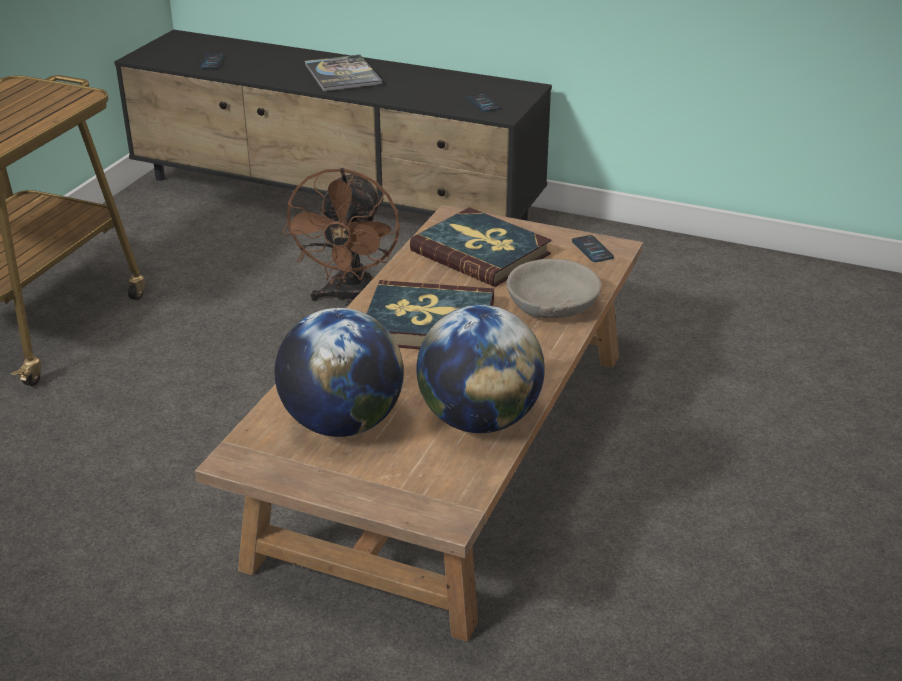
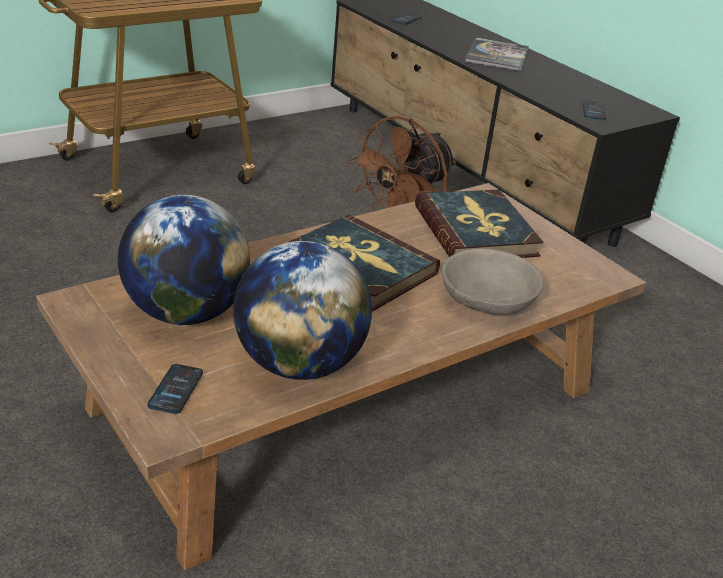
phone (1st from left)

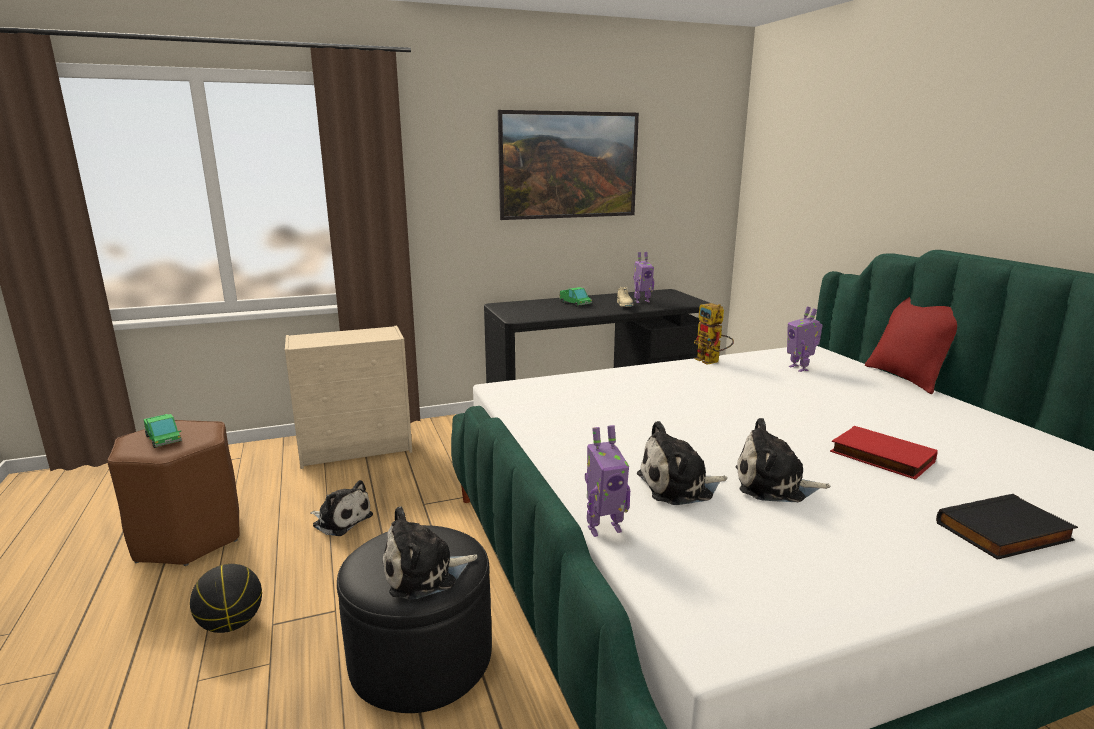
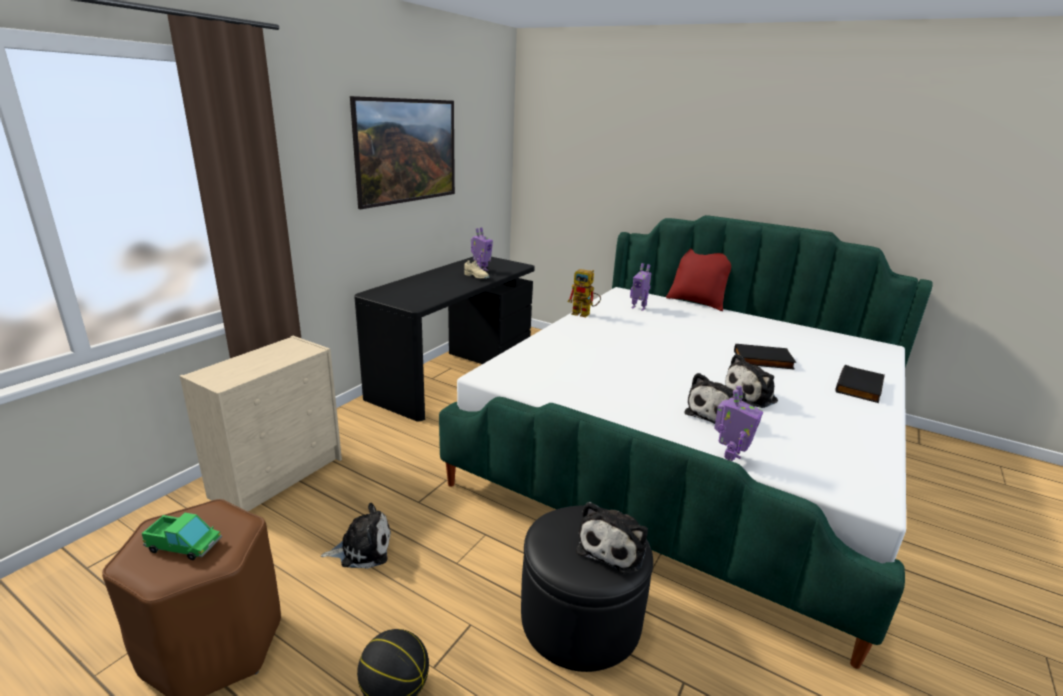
toy truck (2nd from left in the first image); book in black (1st from left)

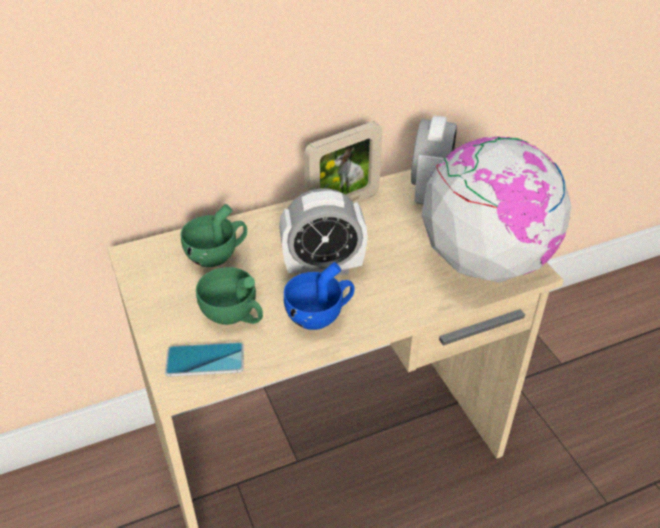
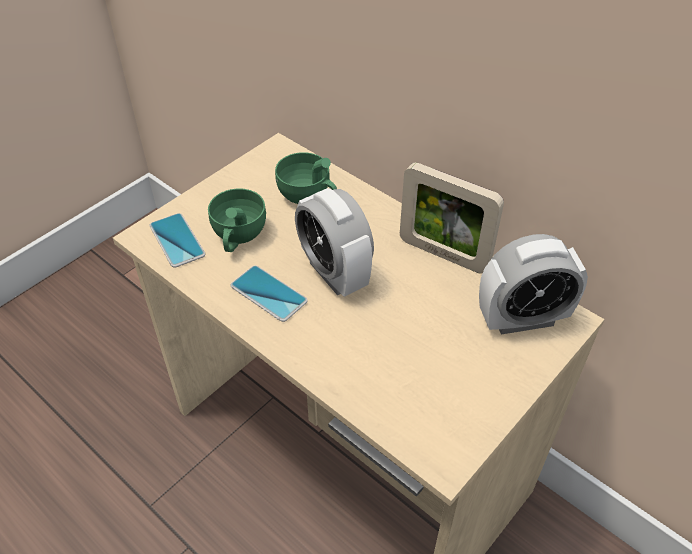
phone (2nd from left); globe

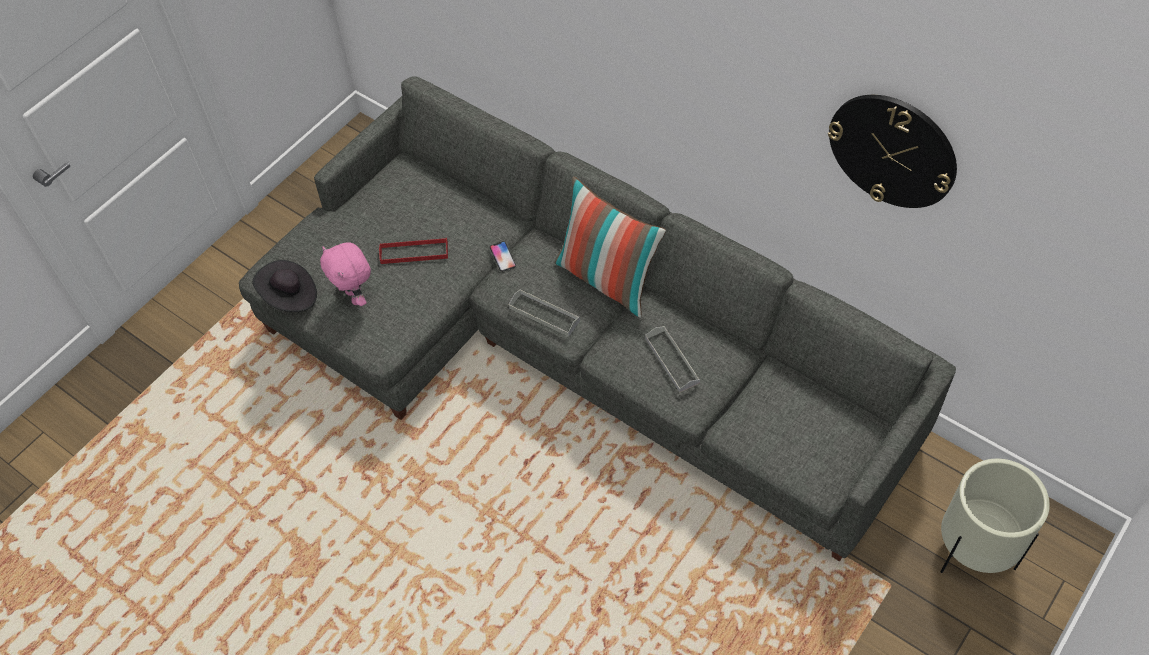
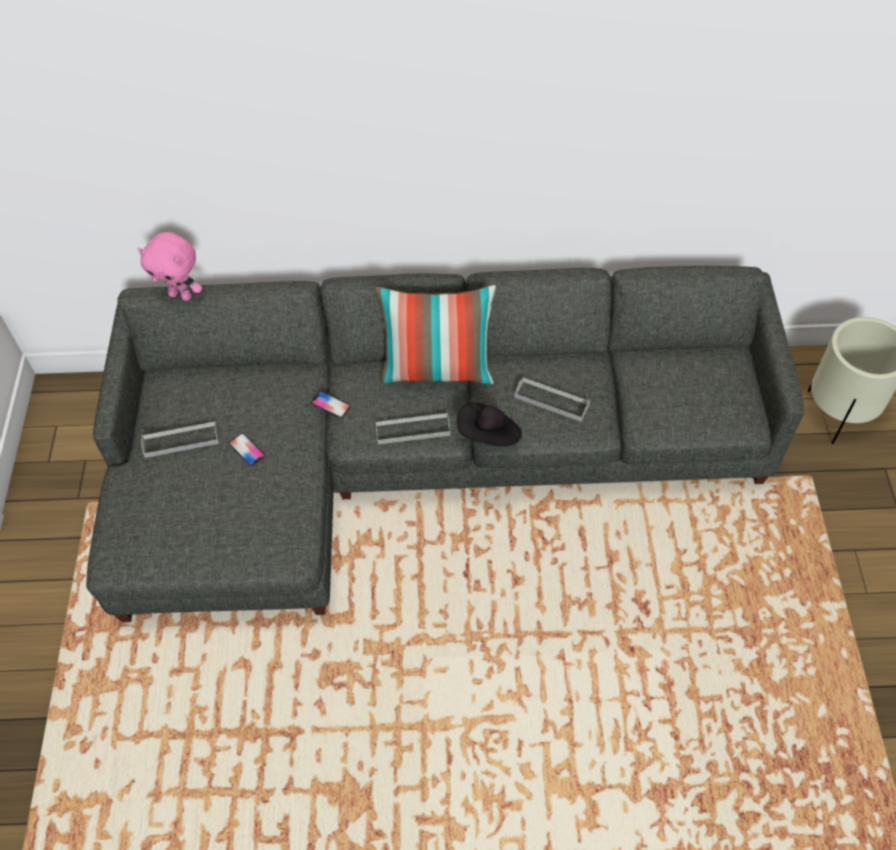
hat in black; plush toy in pink; phone (1st from left); wall clock; tray in grey (1st from left)

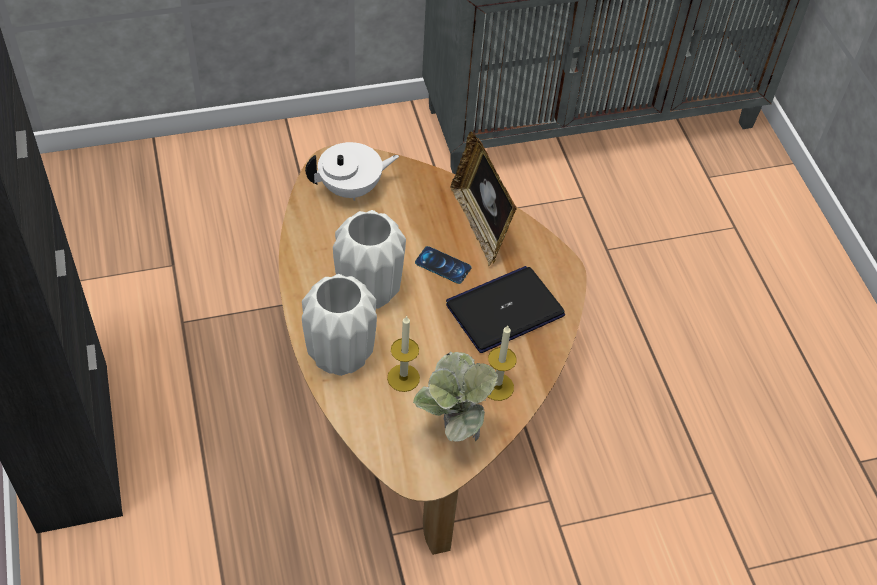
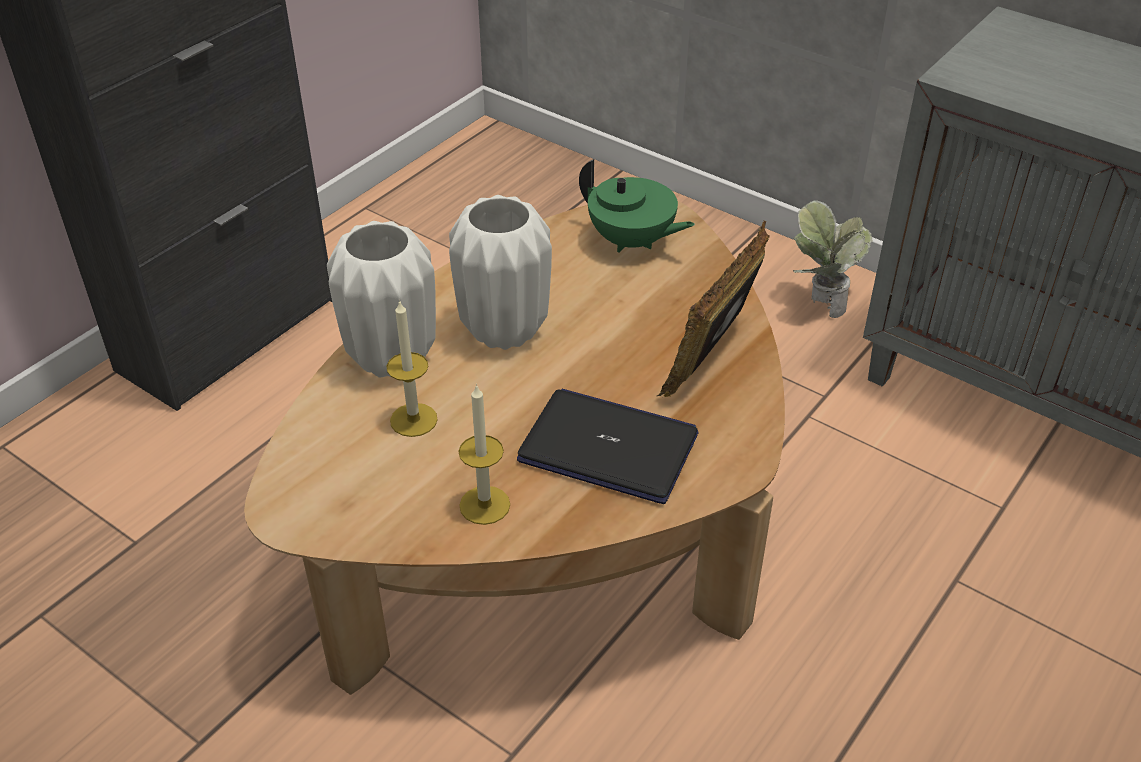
teapot in green; potted plant; phone

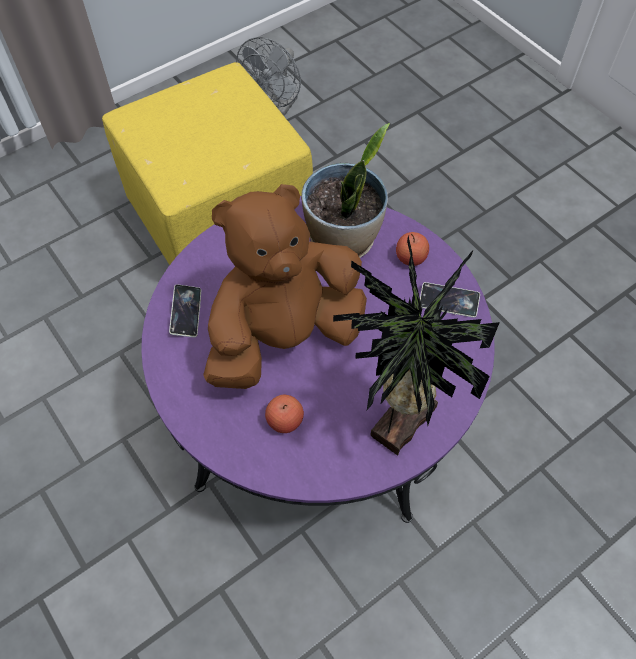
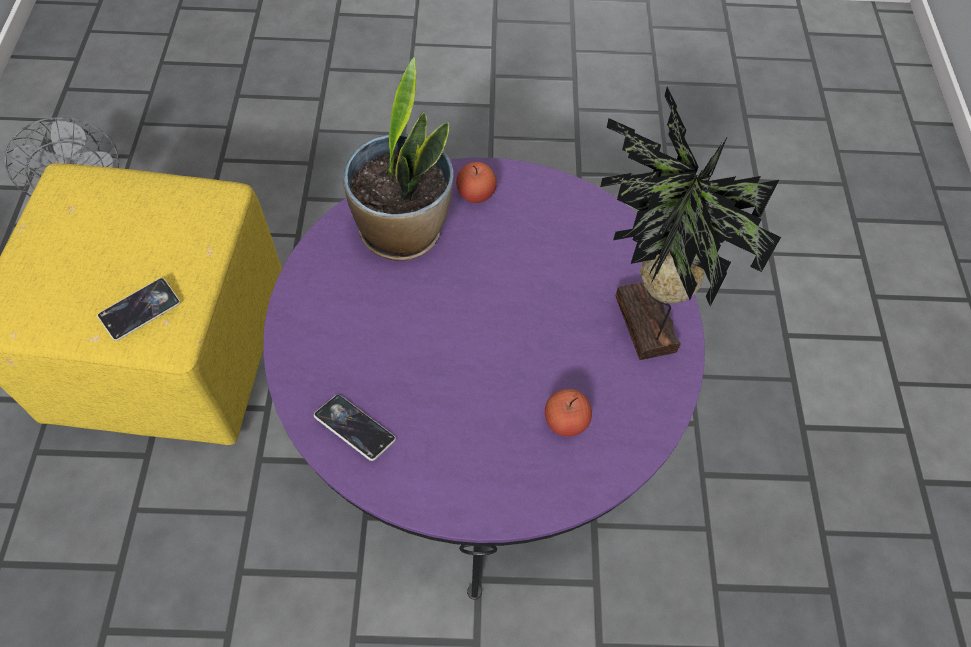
plush toy in brown; phone (1st from left)

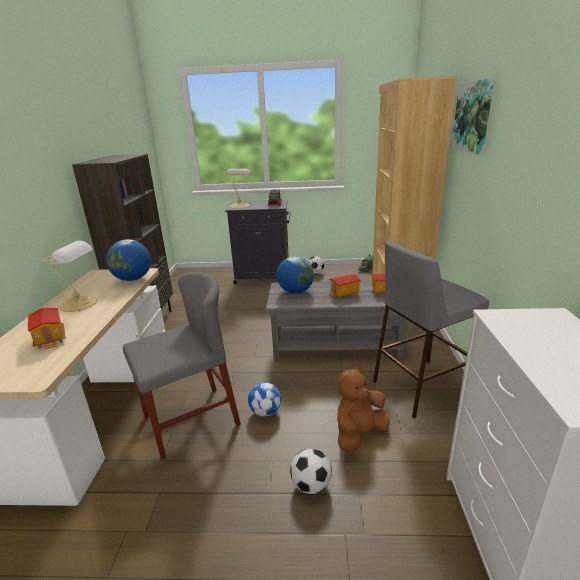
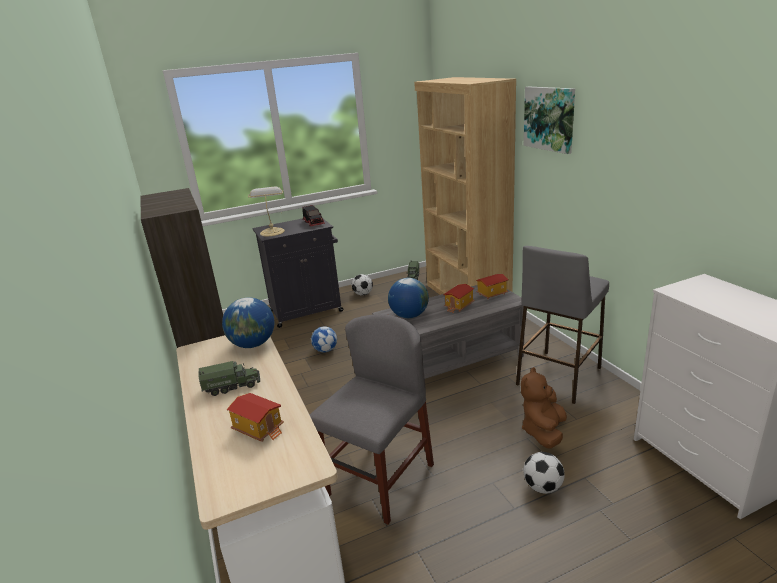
toy truck (1st from left); football (1st from left)

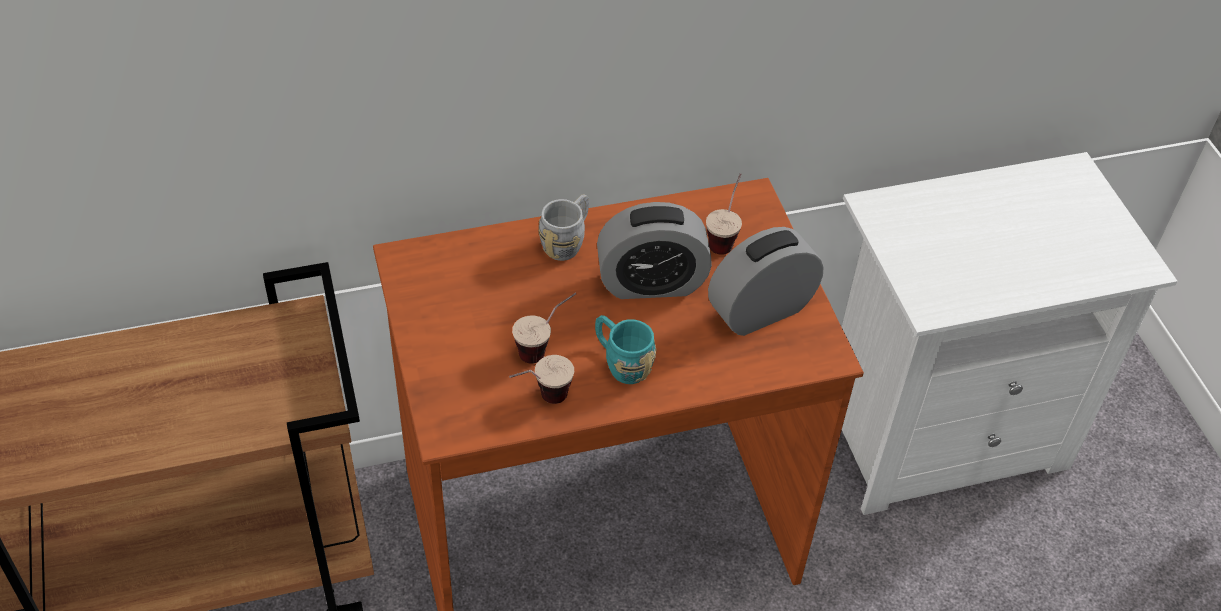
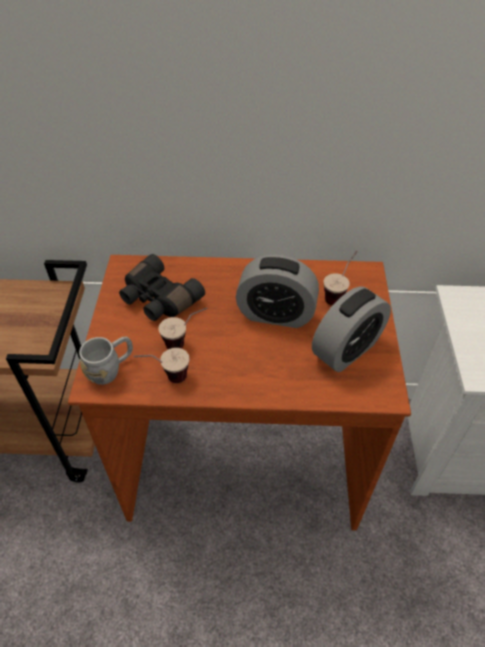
mug in grey; mug in turquoise; alarm clock (2nd from left); binoculars in black

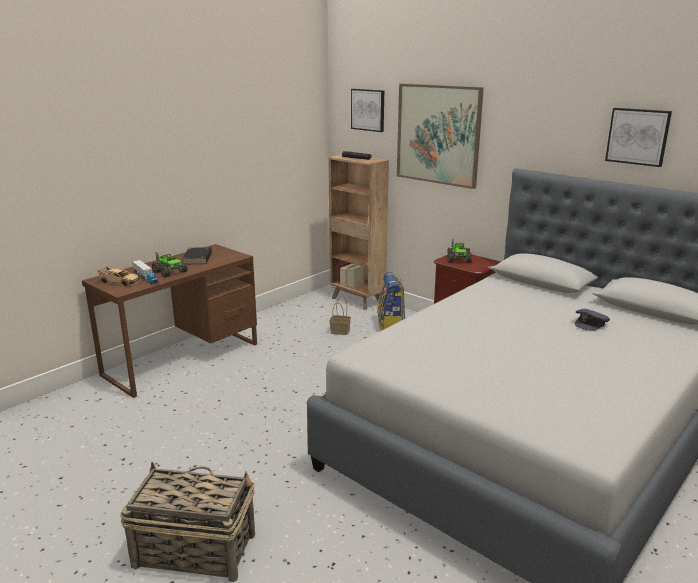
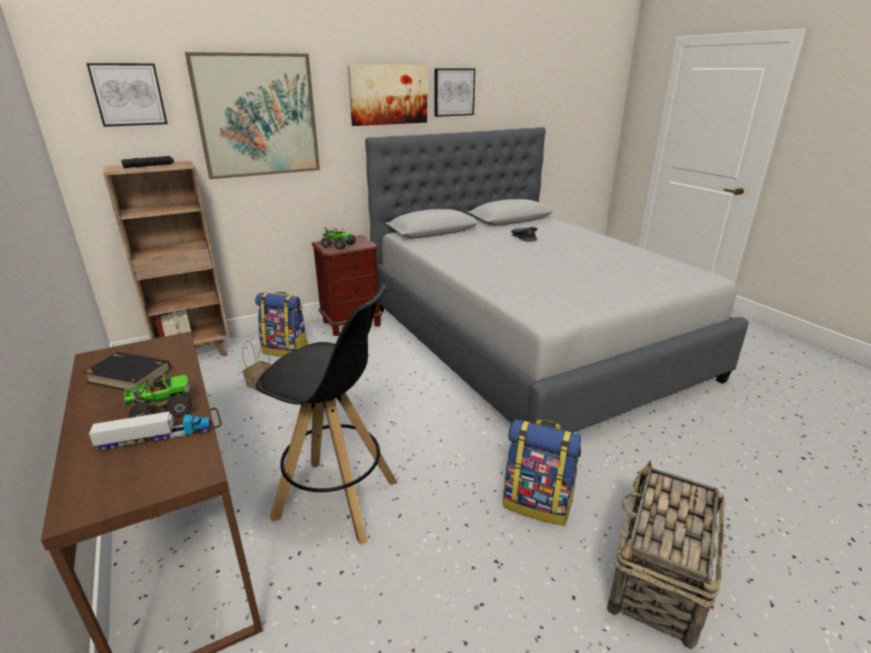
toy car in beige; stool in black; picture (3rd from left); backpack (2nd from left)

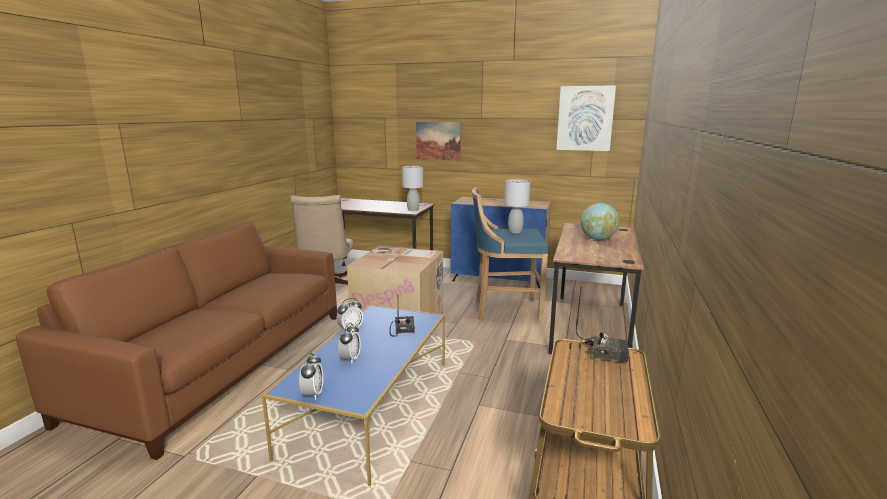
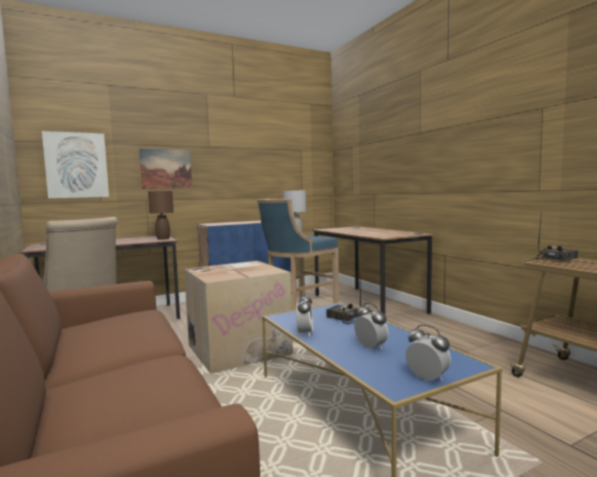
table lamp in brown; picture (1st from left); globe

